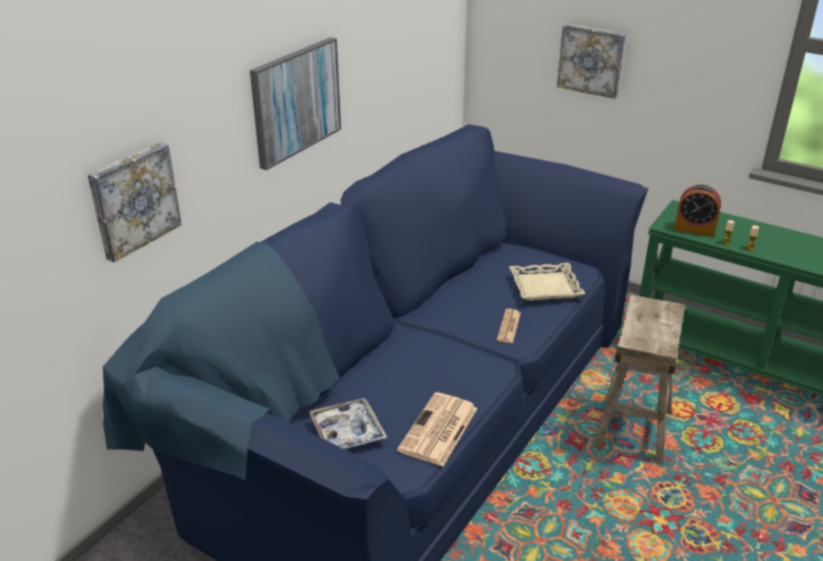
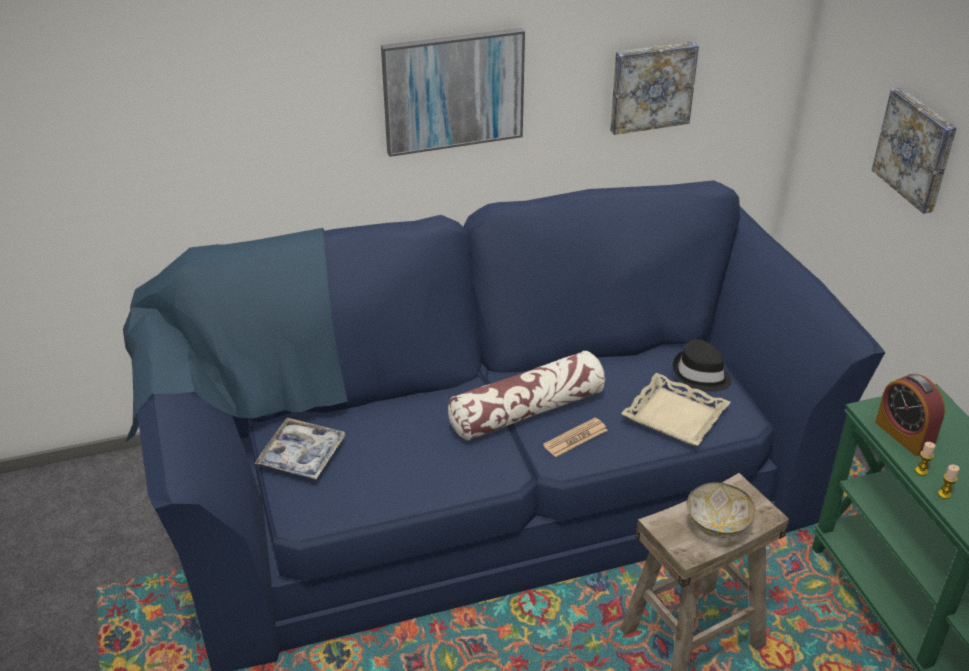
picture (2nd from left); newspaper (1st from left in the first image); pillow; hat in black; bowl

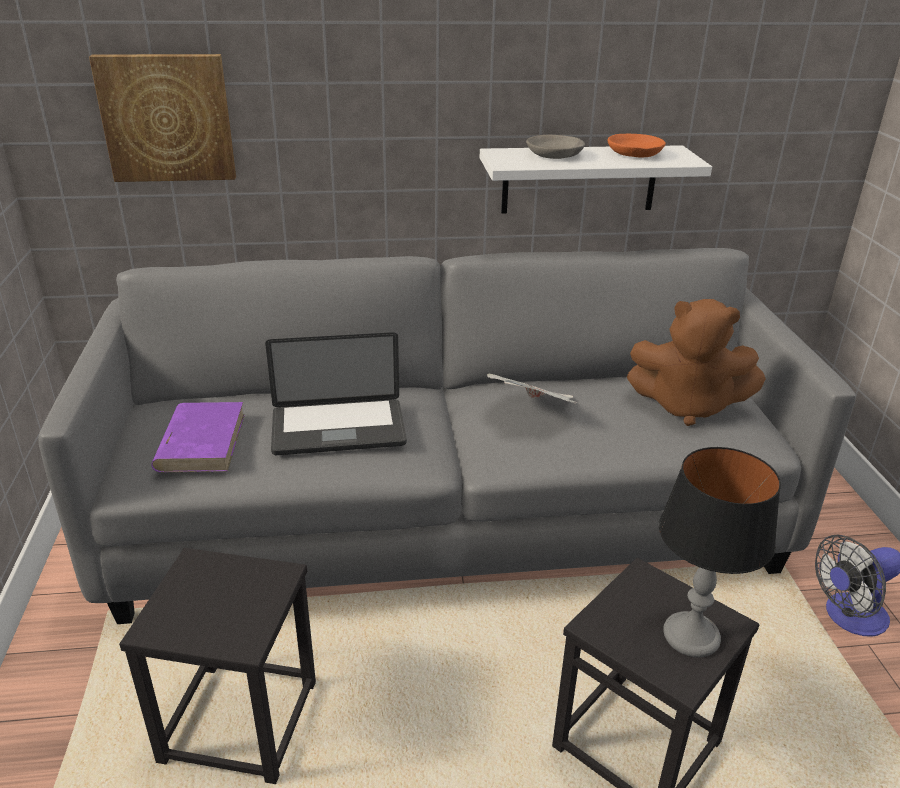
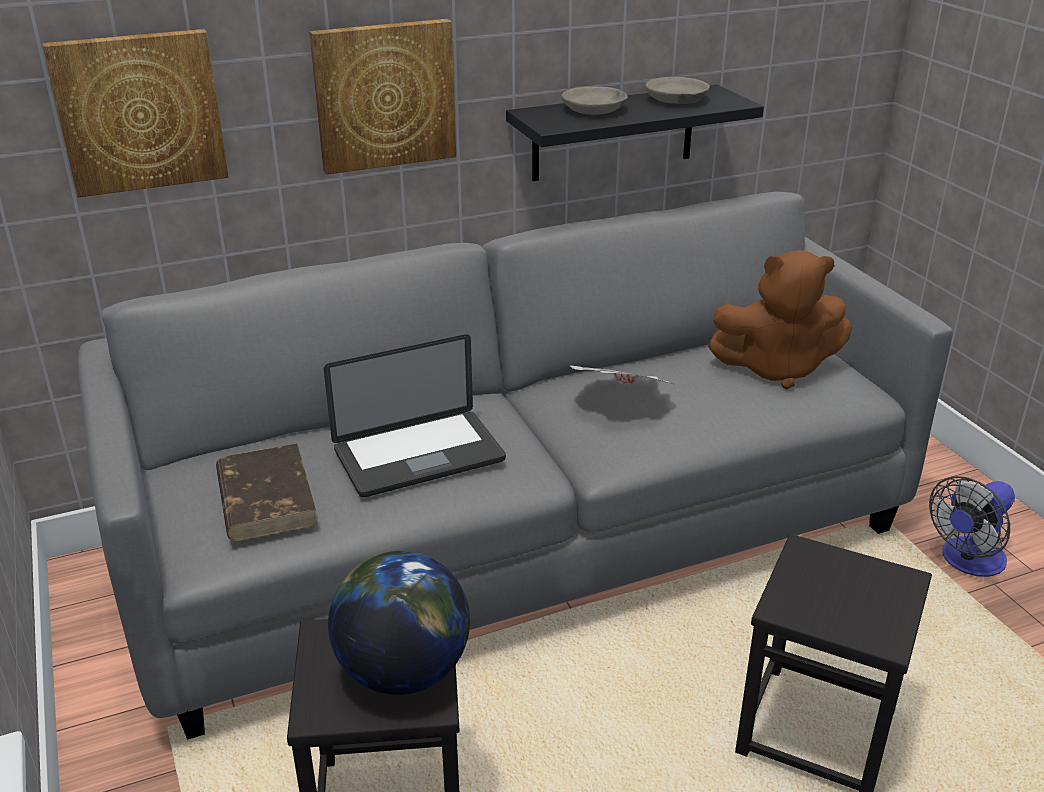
book in brown; shelf in black; bowl in grey (2nd from left); table lamp; picture (2nd from left); globe

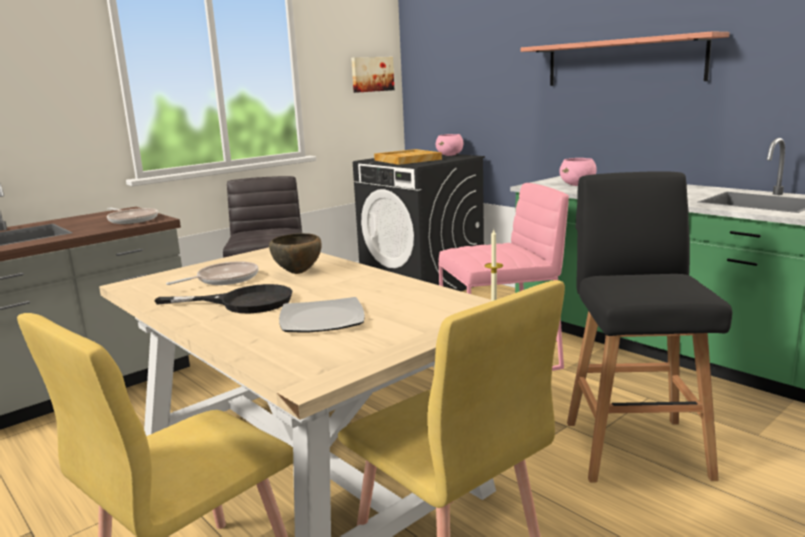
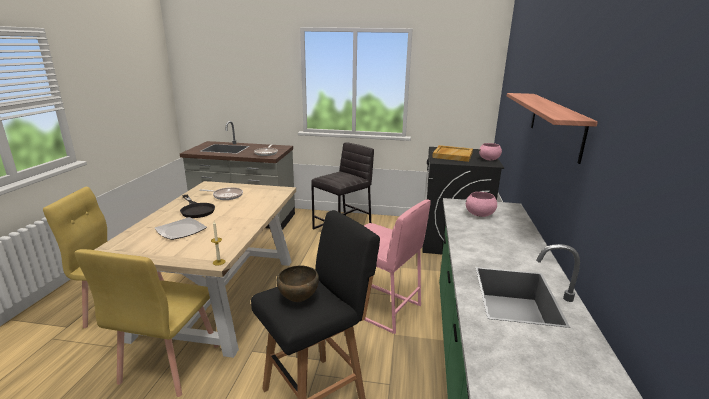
bowl in brown; picture

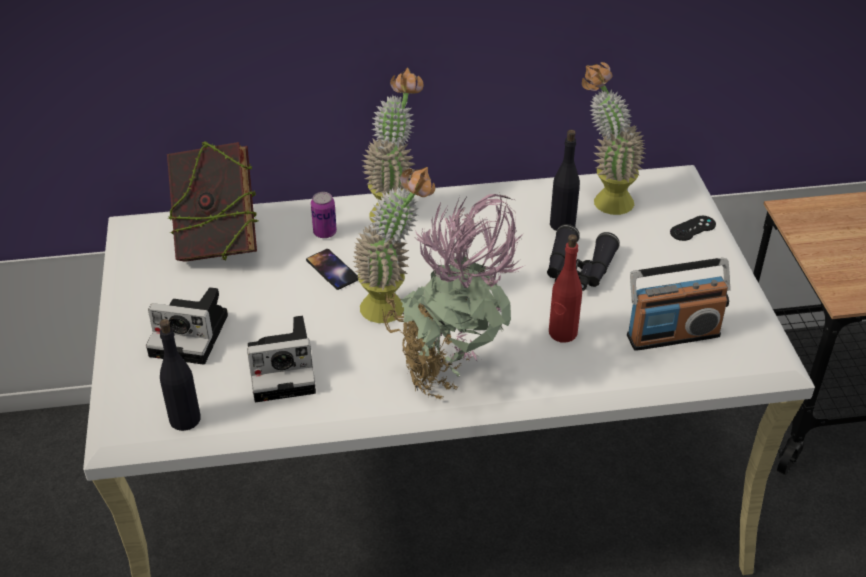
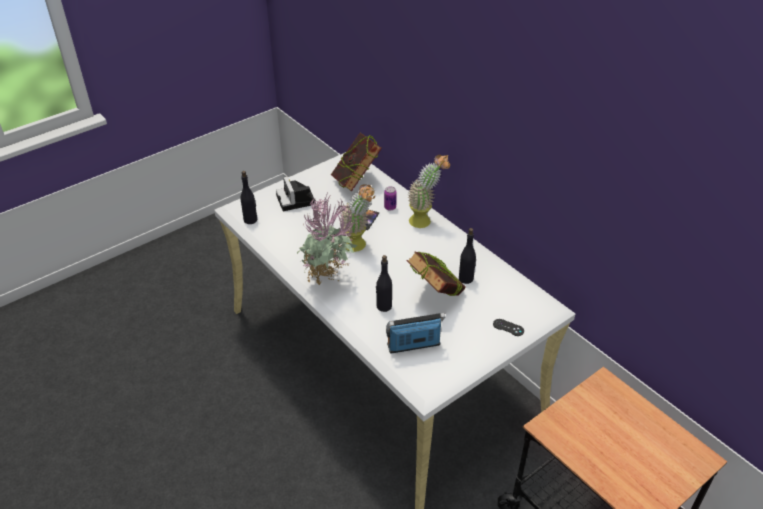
photo camera (2nd from left in the first image); book (2nd from left); bottle in black (2nd from left); potted plant (4th from left in the first image); radio

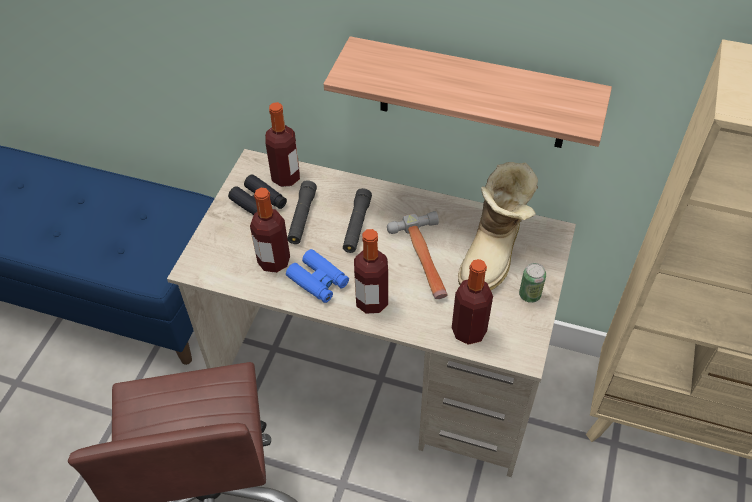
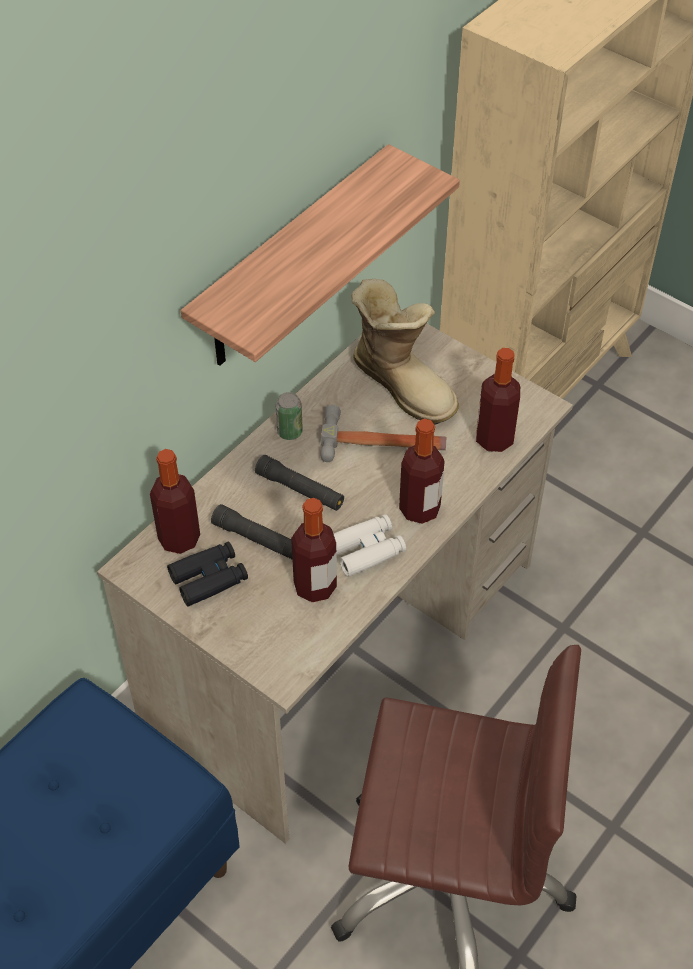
binoculars in white; can

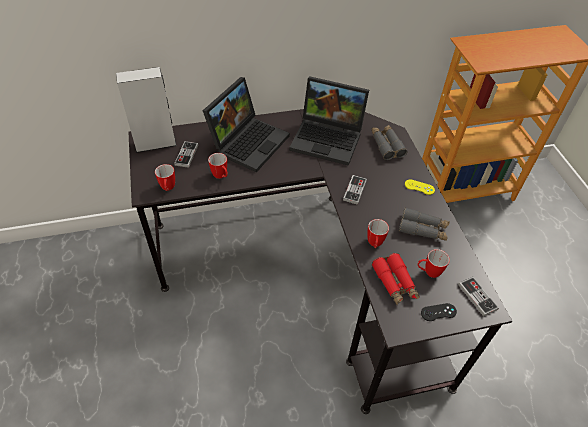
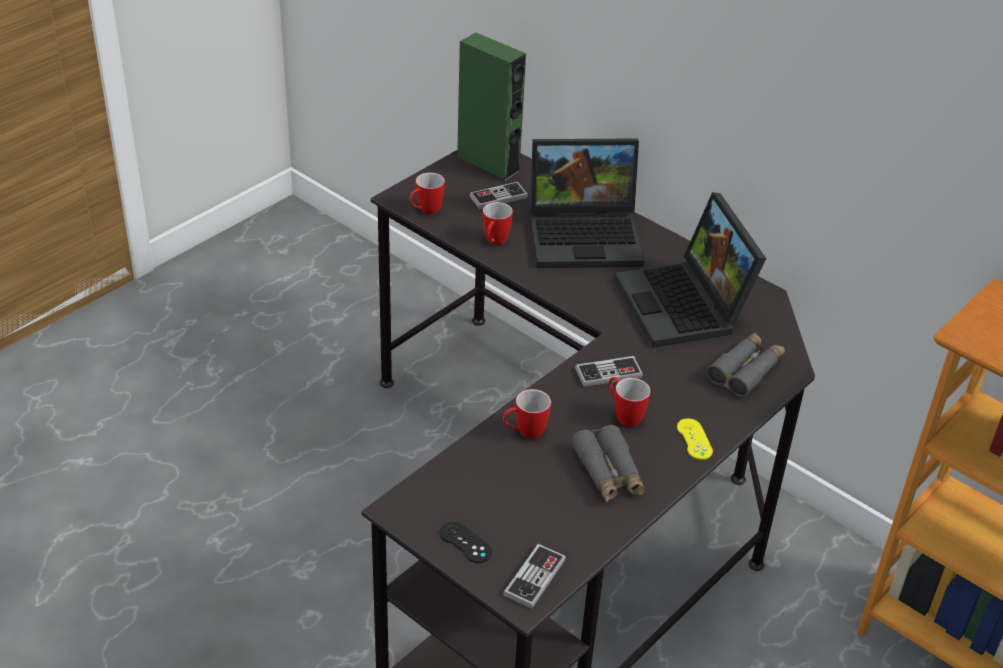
speaker in green; binoculars in red; mug (4th from left)

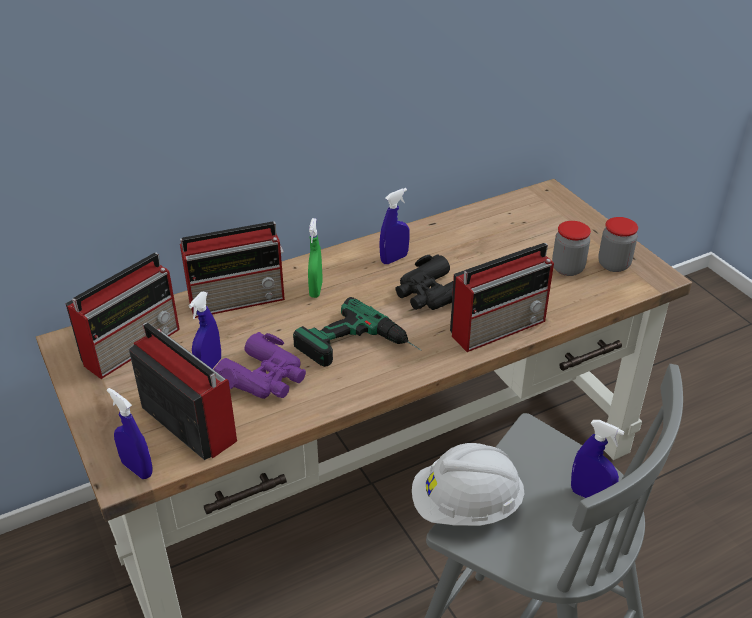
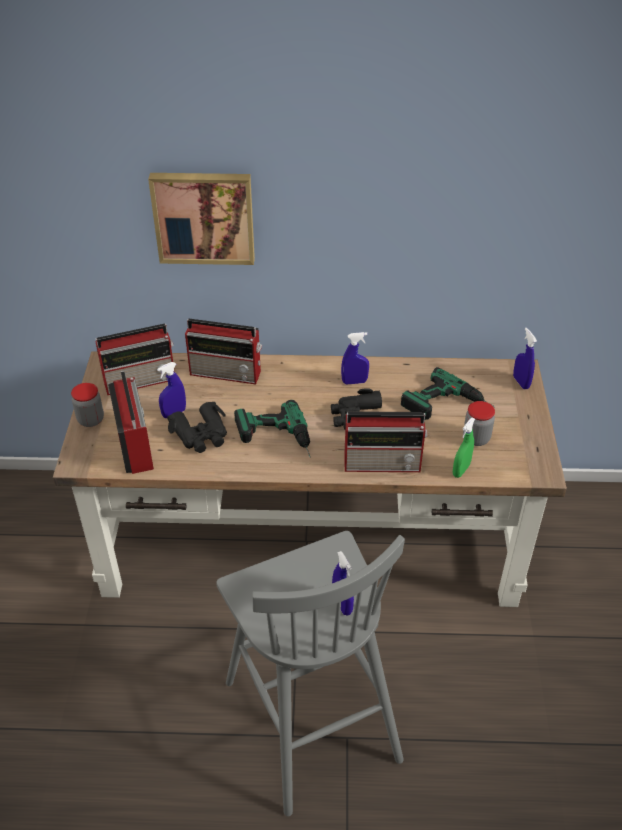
spray bottle in blue (4th from left); binoculars in black (1st from left); spray bottle in green; hard hat in white; jar (1st from left); picture; power drill (2nd from left)

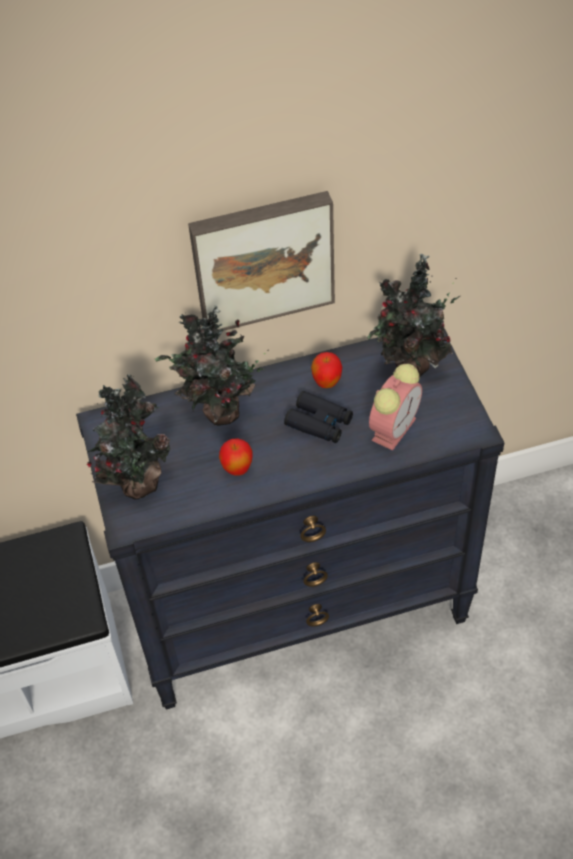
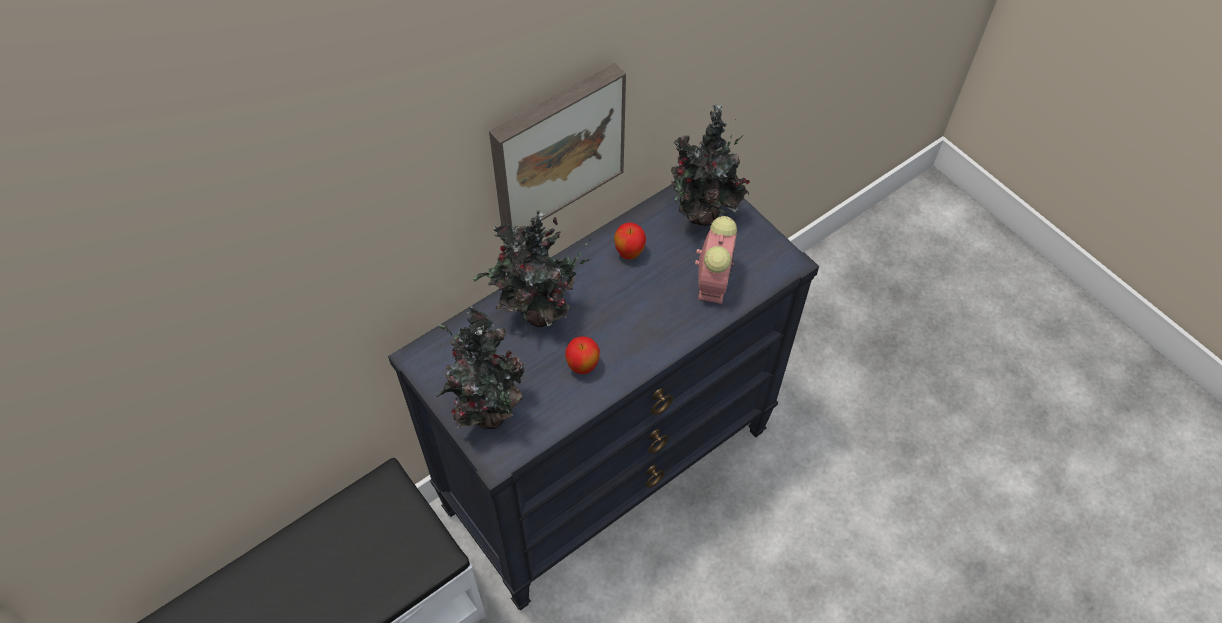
binoculars in black

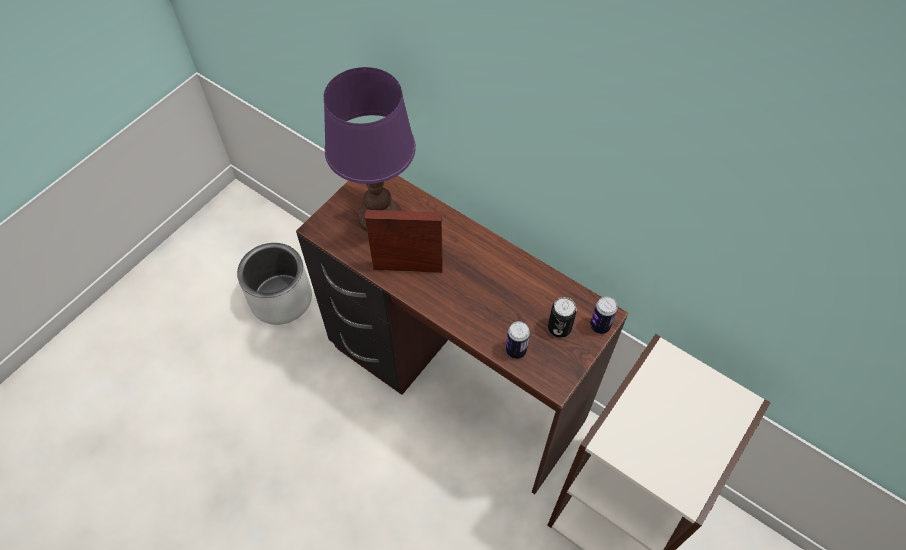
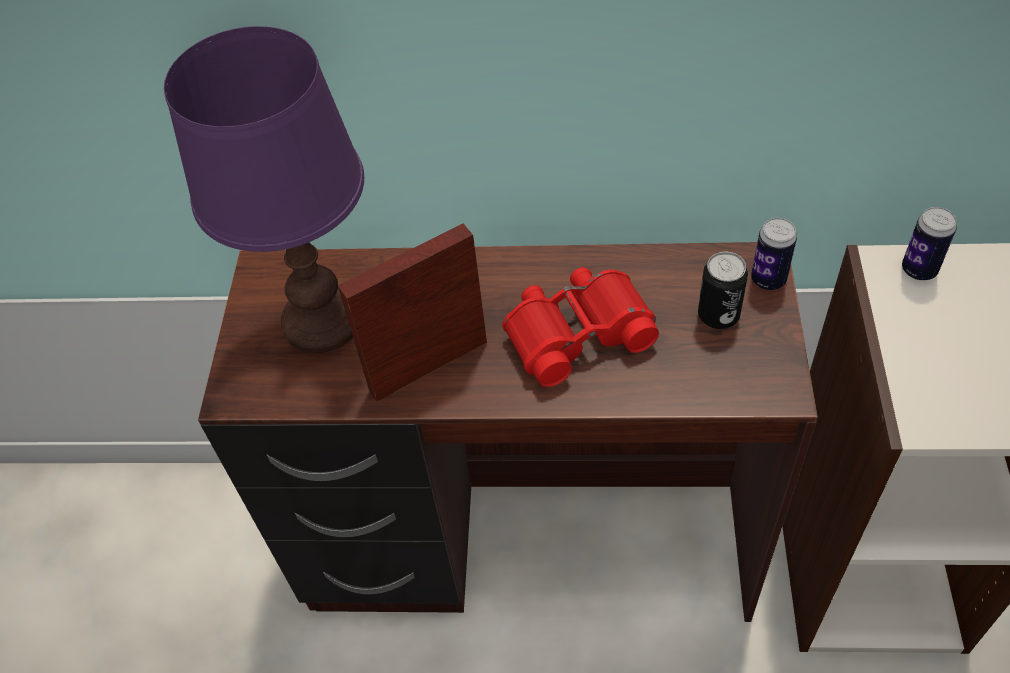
planter in grey; can (3rd from left); binoculars in red

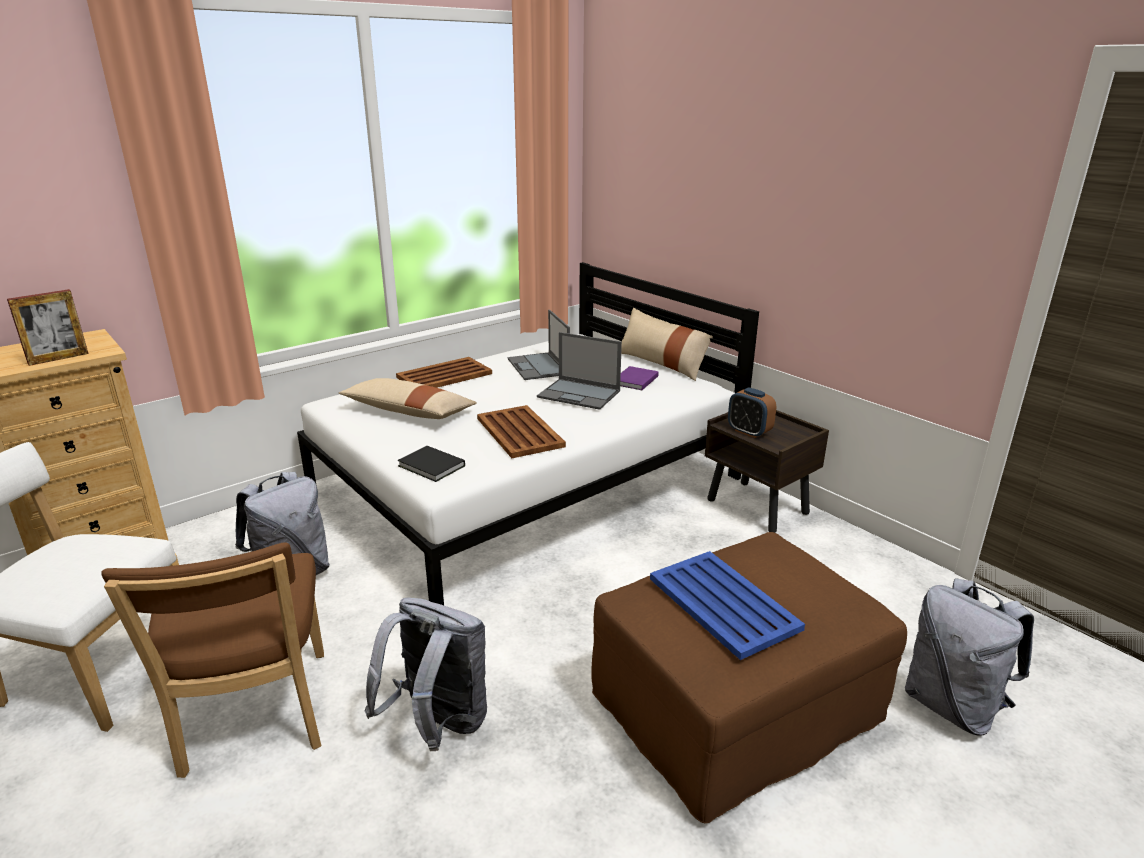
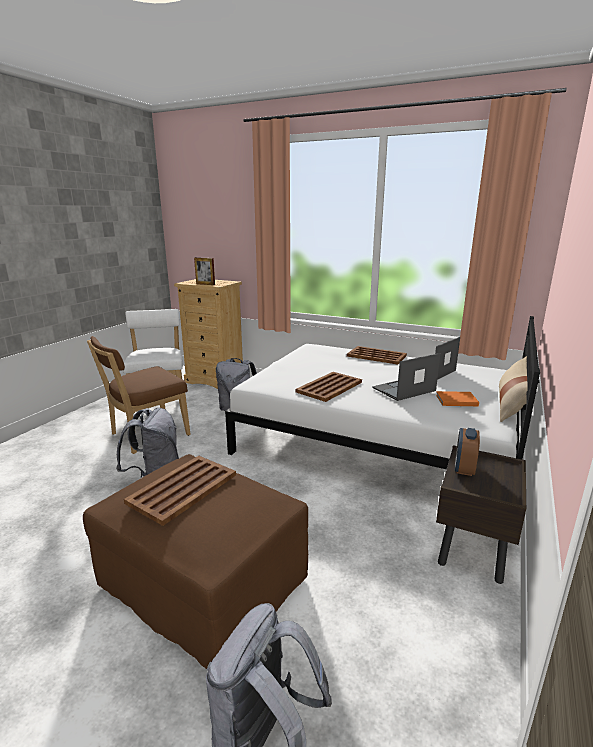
pillow in beige (1st from left in the first image); book in black; laptop (1st from left); book in orange; tray in brown (1st from left)

